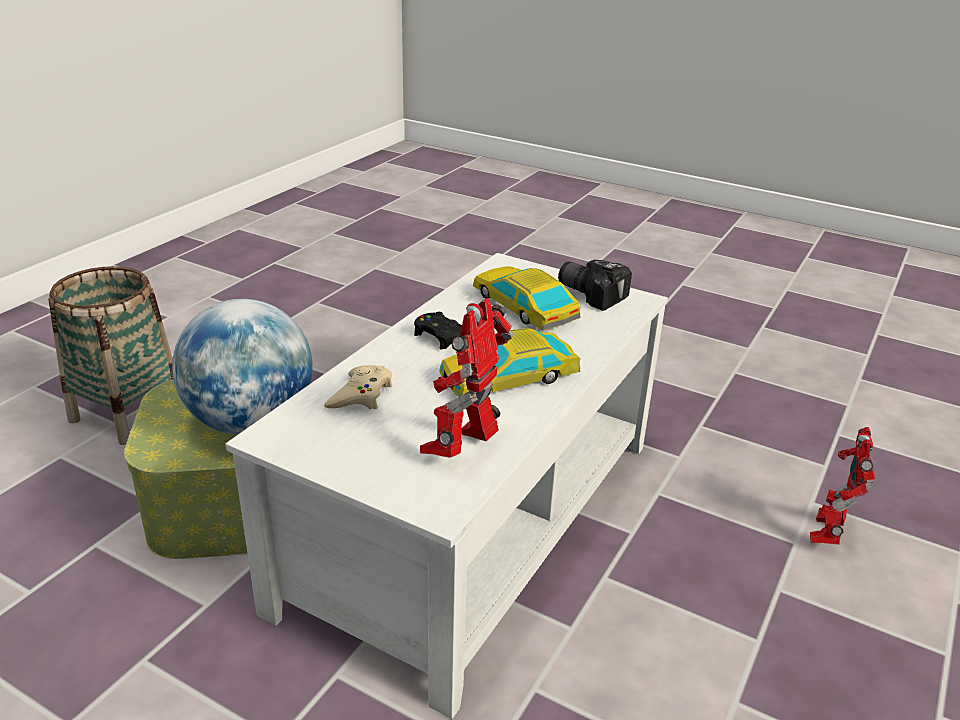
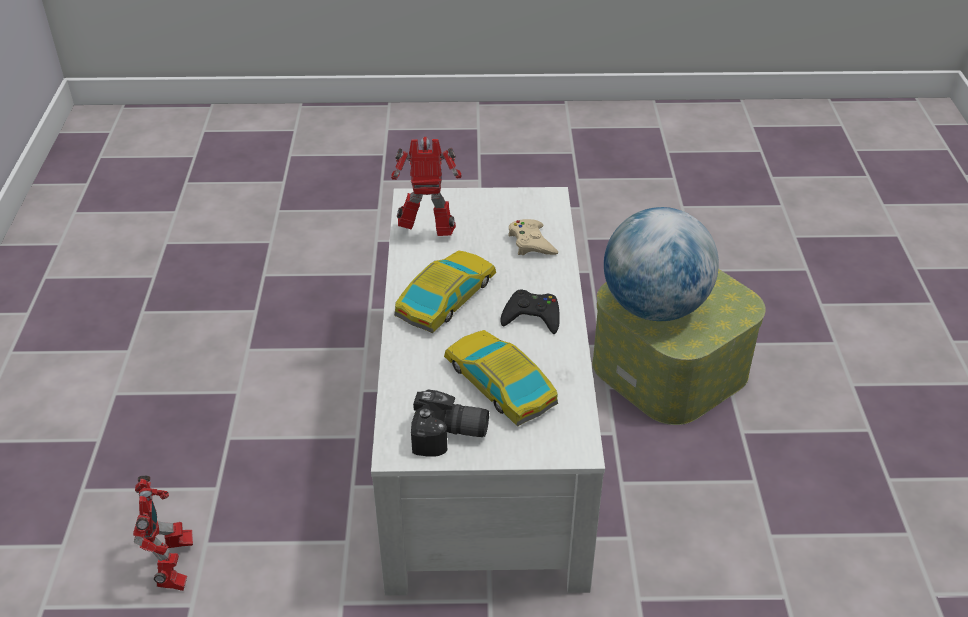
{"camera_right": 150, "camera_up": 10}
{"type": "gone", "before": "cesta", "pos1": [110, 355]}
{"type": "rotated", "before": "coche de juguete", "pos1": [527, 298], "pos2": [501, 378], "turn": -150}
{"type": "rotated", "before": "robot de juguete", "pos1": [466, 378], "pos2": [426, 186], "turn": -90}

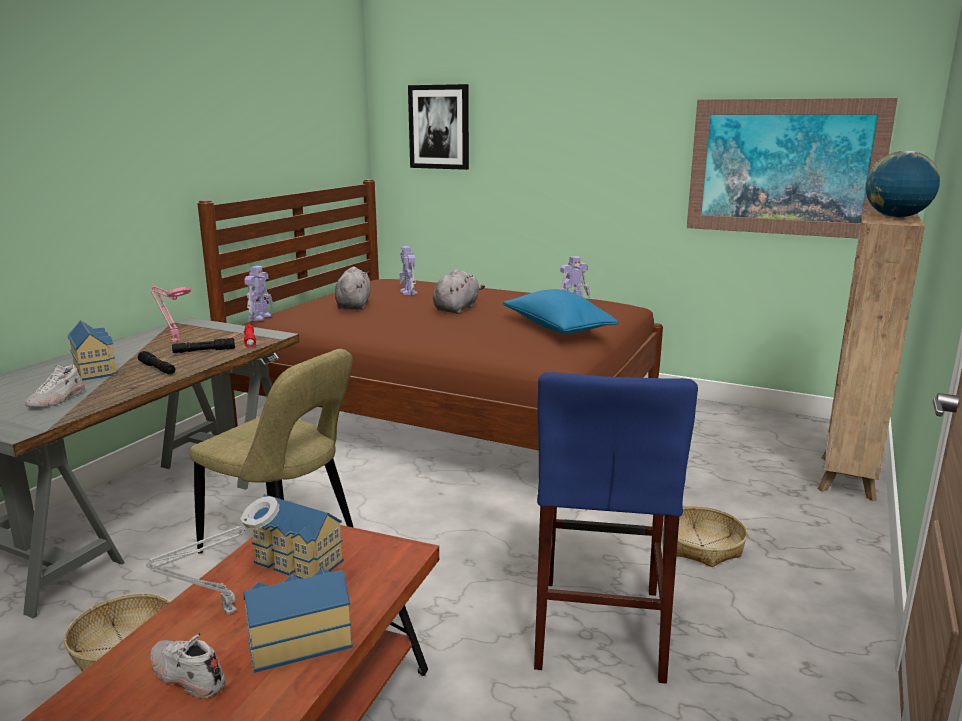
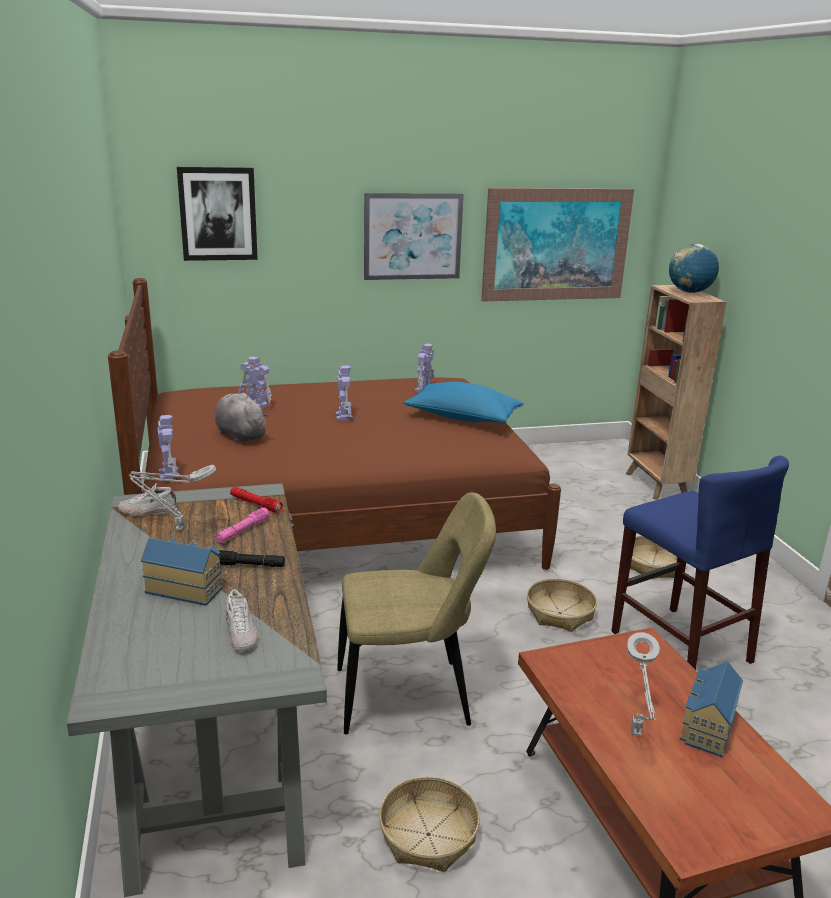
{"camera_right": -40, "camera_up": 5}
{"type": "swapped", "before": "peluche/gris", "after": "robot de juguete", "pos1": [459, 291], "pos2": [344, 393]}
{"type": "repainted", "before": "lámpara de mesa/rosa", "after": "lámpara de mesa/gris", "pos1": [171, 314], "pos2": [172, 497]}
{"type": "repainted", "before": "linterna/negro", "after": "linterna/rosa", "pos1": [203, 345], "pos2": [242, 525]}
{"type": "gone", "before": "casita", "pos1": [298, 536]}
{"type": "shifted", "before": "zapato/blanco", "pos1": [187, 666], "pos2": [147, 499]}
{"type": "new", "after": "cuadro", "pos2": [414, 236]}
{"type": "new", "after": "cesta", "pos2": [562, 605]}

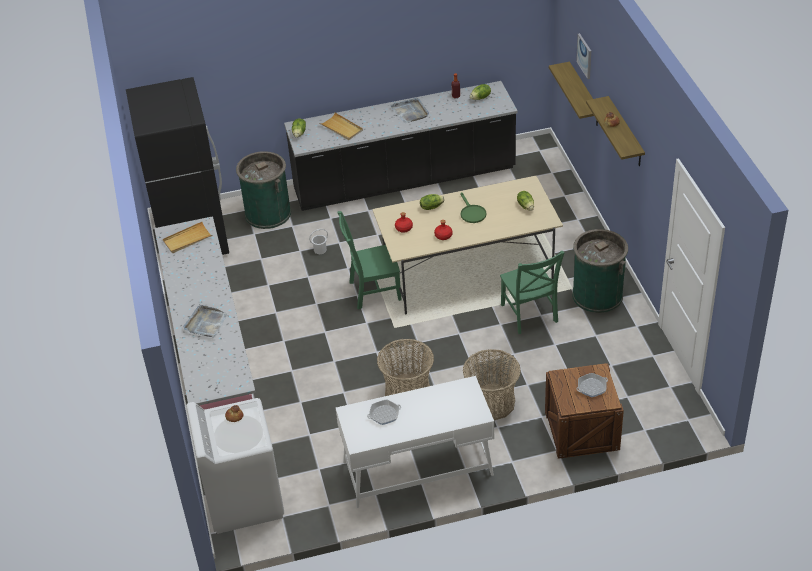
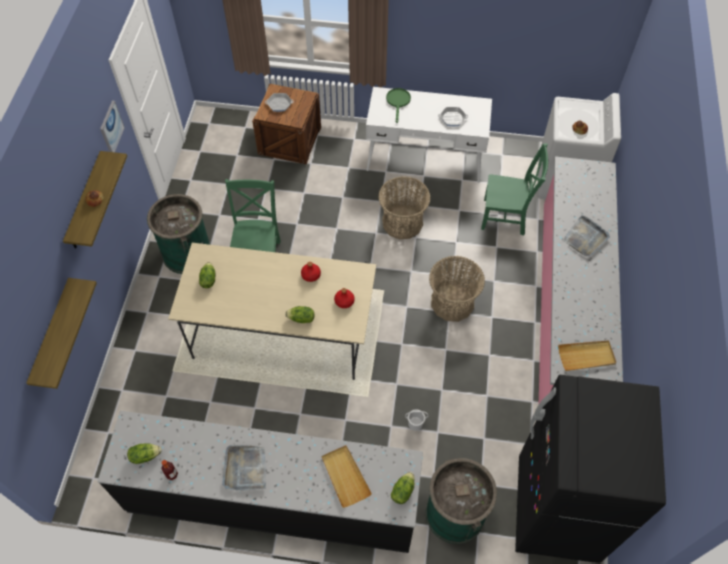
{"camera_right": -160, "camera_up": 15}
{"type": "shifted", "before": "cuadro", "pos1": [583, 56], "pos2": [112, 126]}
{"type": "shifted", "before": "sartén/verde", "pos1": [473, 207], "pos2": [398, 105]}
{"type": "shifted", "before": "silla/verde", "pos1": [369, 260], "pos2": [514, 189]}
{"type": "shifted", "before": "cesta", "pos1": [492, 384], "pos2": [457, 289]}

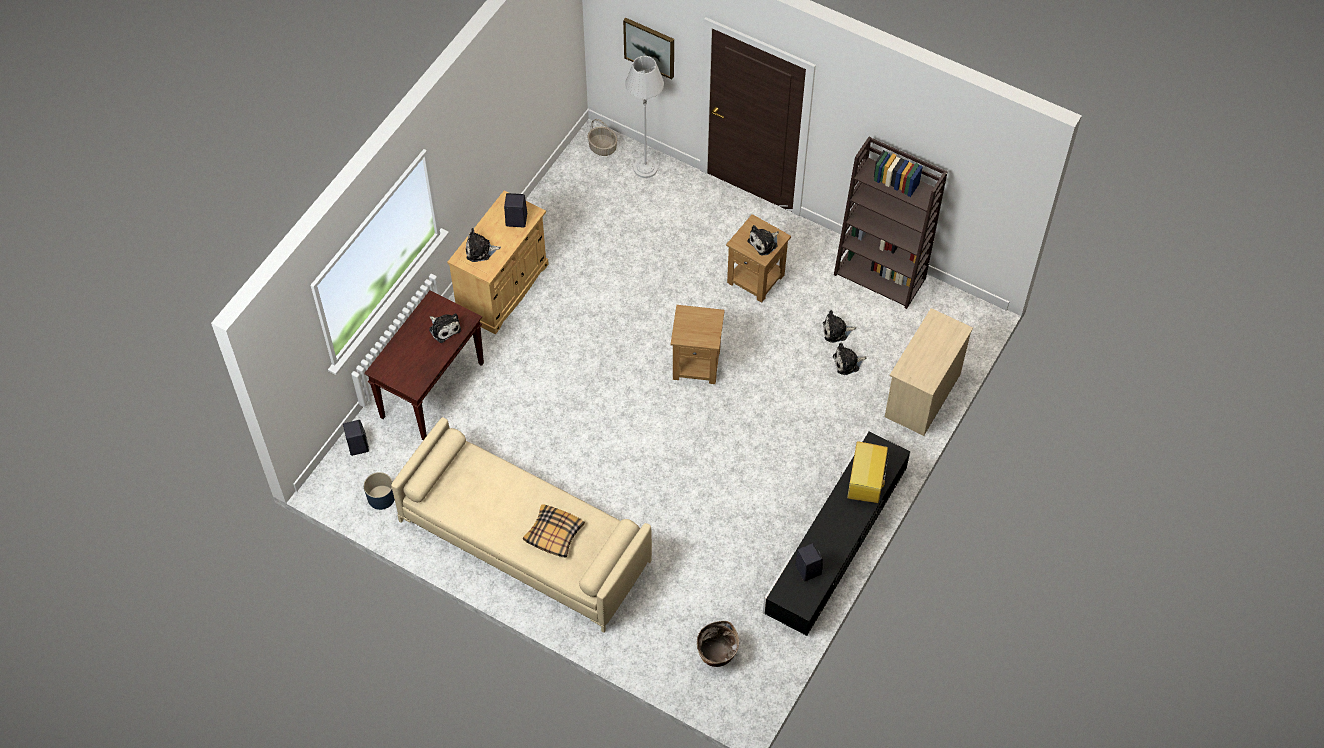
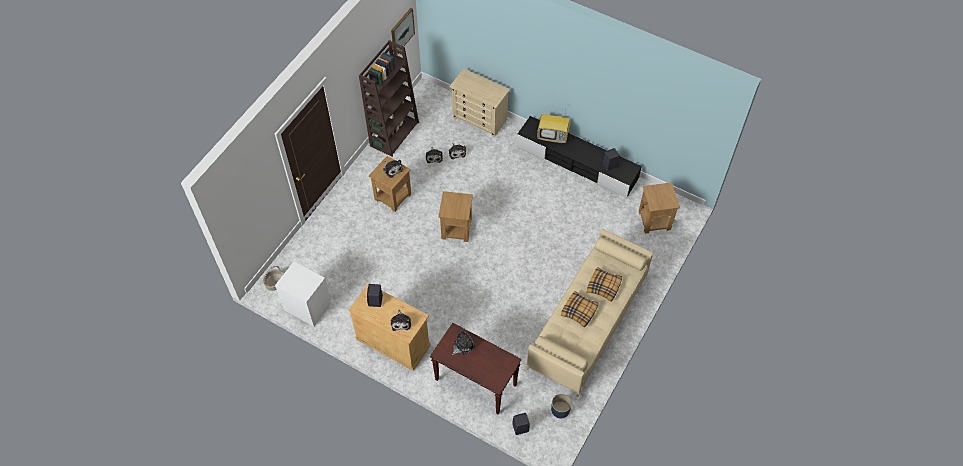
{"camera_right": -90, "camera_up": 0}
{"type": "shifted", "before": "cuadro", "pos1": [648, 48], "pos2": [403, 31]}
{"type": "gone", "before": "lámpara de pie/gris", "pos1": [644, 117]}
{"type": "swapped", "before": "cesta", "after": "mesa auxiliar/marrón", "pos1": [718, 644], "pos2": [659, 208]}
{"type": "new", "after": "mesita de noche/blanco", "pos2": [303, 294]}
{"type": "new", "after": "cojín", "pos2": [579, 309]}

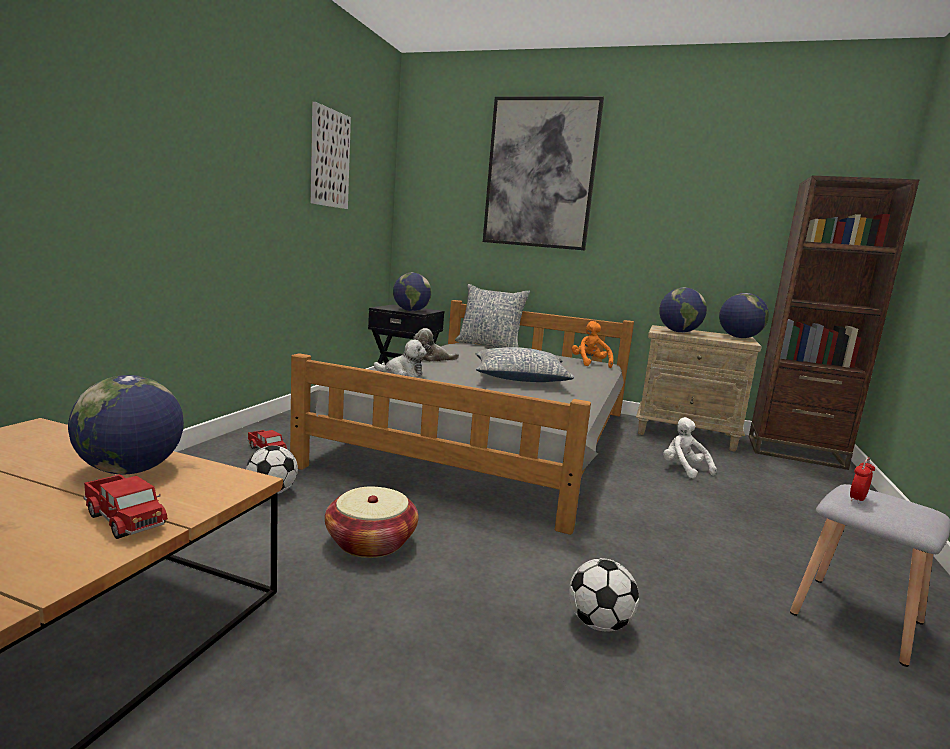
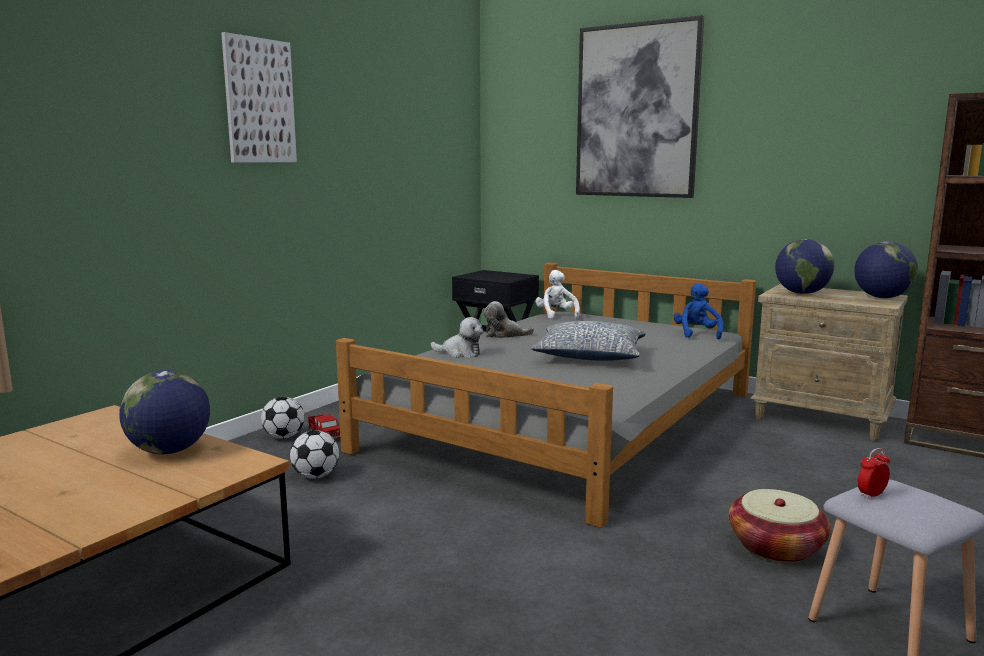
{"camera_right": 15, "camera_up": 0}
{"type": "shifted", "before": "cuadro", "pos1": [331, 155], "pos2": [259, 97]}
{"type": "gone", "before": "globo terráqueo", "pos1": [412, 292]}
{"type": "gone", "before": "cojín", "pos1": [492, 316]}
{"type": "repainted", "before": "peluche/naranja", "after": "peluche/azul", "pos1": [592, 344], "pos2": [698, 311]}
{"type": "shifted", "before": "peluche/blanco", "pos1": [690, 447], "pos2": [557, 294]}
{"type": "gone", "before": "camión de juguete", "pos1": [125, 506]}
{"type": "shifted", "before": "cesta", "pos1": [371, 522], "pos2": [780, 526]}
{"type": "shifted", "before": "balón de fútbol", "pos1": [604, 595], "pos2": [282, 418]}

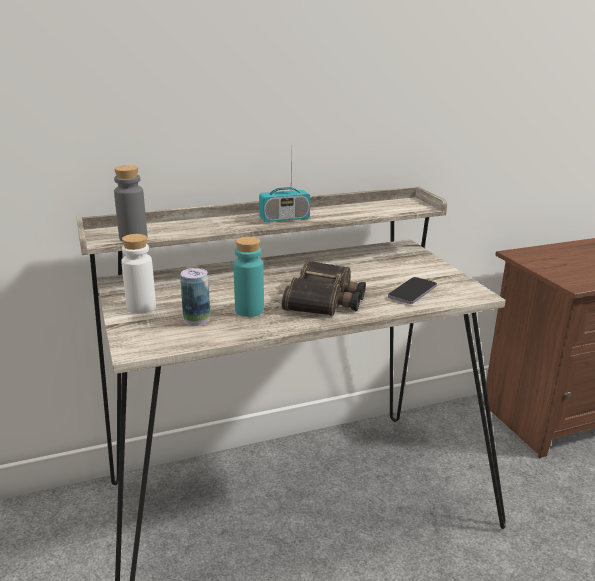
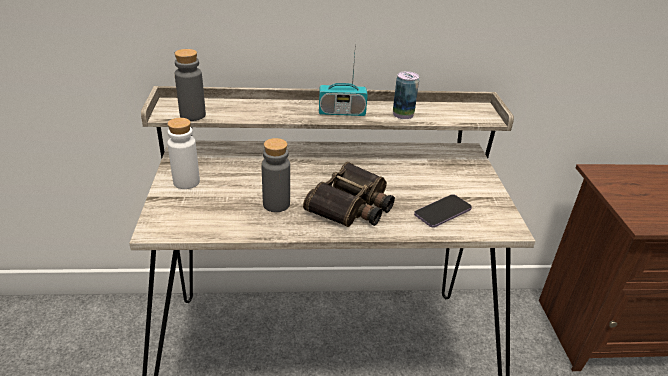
{"camera_right": 15, "camera_up": 10}
{"type": "repainted", "before": "botella/turquesa", "after": "botella/gris", "pos1": [249, 277], "pos2": [276, 175]}
{"type": "shifted", "before": "lata", "pos1": [195, 297], "pos2": [406, 95]}

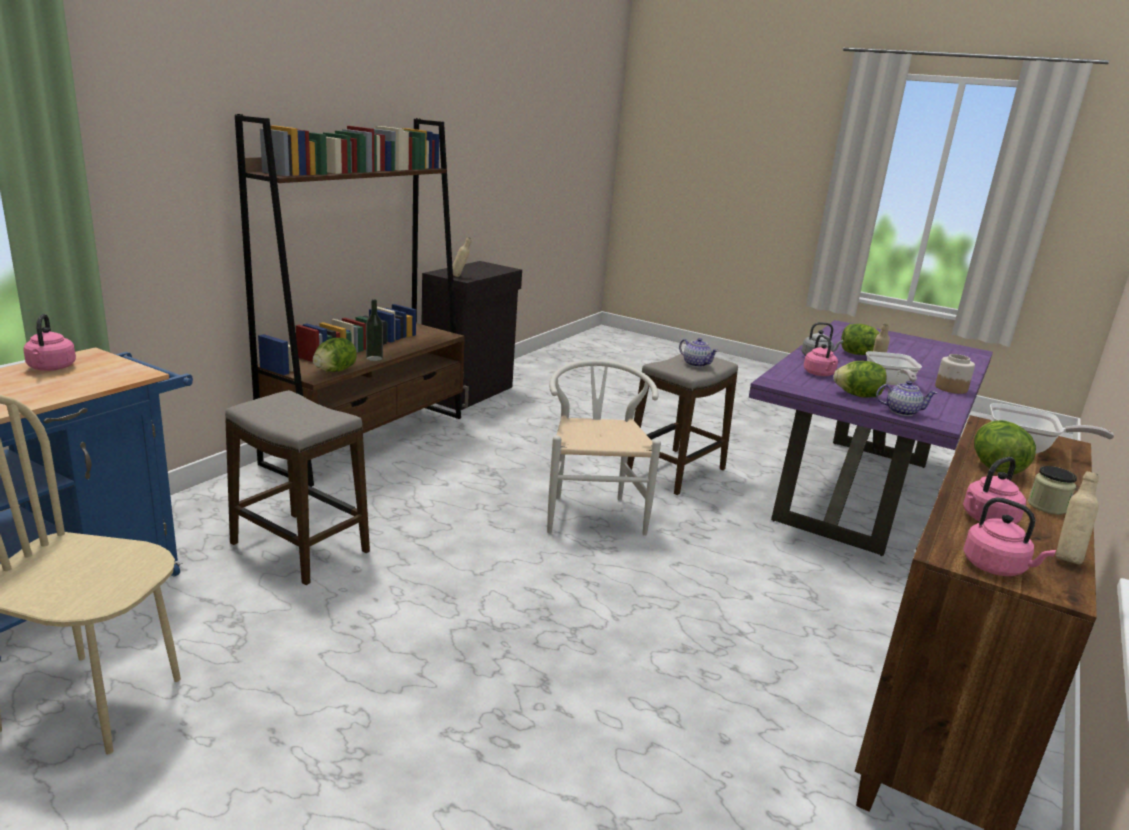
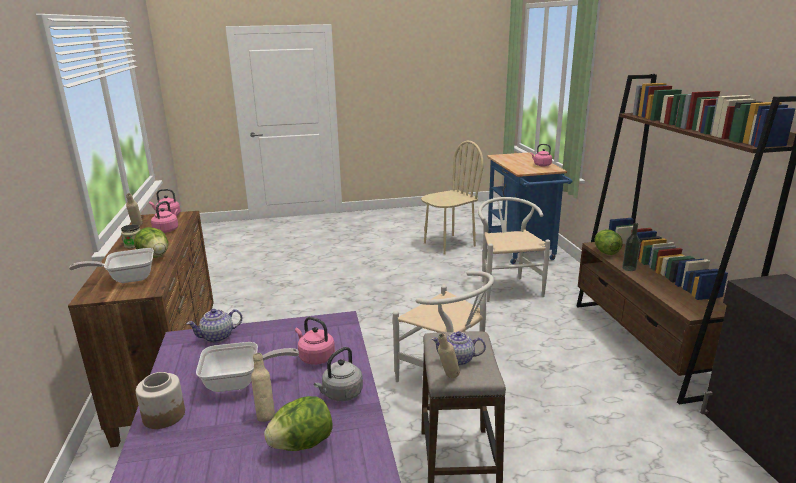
{"camera_right": 140, "camera_up": 0}
{"type": "shifted", "before": "botella/beis", "pos1": [462, 257], "pos2": [449, 355]}
{"type": "rotated", "before": "sartén", "pos1": [894, 368], "pos2": [247, 367], "turn": 120}
{"type": "gone", "before": "lechuga", "pos1": [860, 379]}
{"type": "swapped", "before": "taburete", "after": "silla/blanco", "pos1": [297, 487], "pos2": [514, 249]}

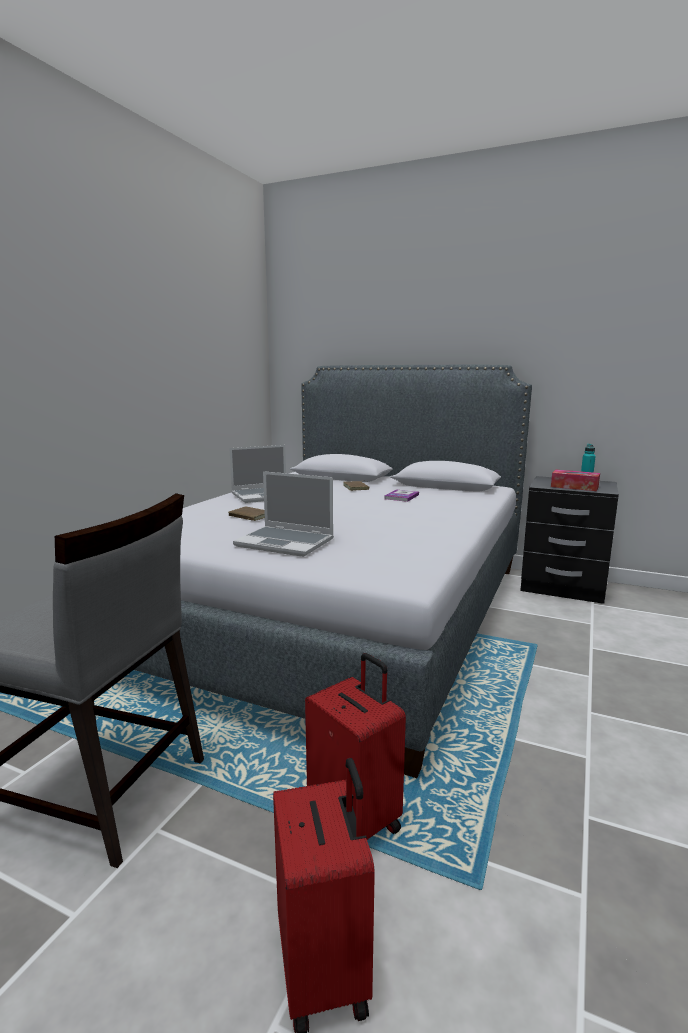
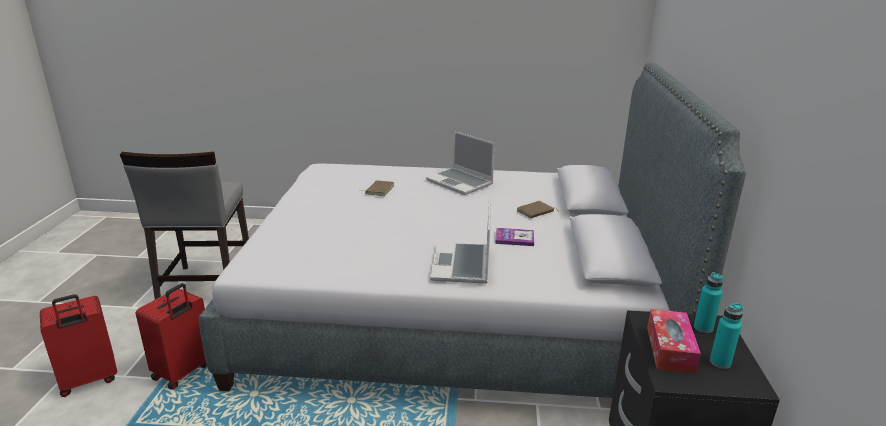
{"camera_right": 70, "camera_up": 10}
{"type": "shifted", "before": "portátil", "pos1": [283, 514], "pos2": [460, 241]}
{"type": "new", "after": "botella/turquesa", "pos2": [708, 302]}

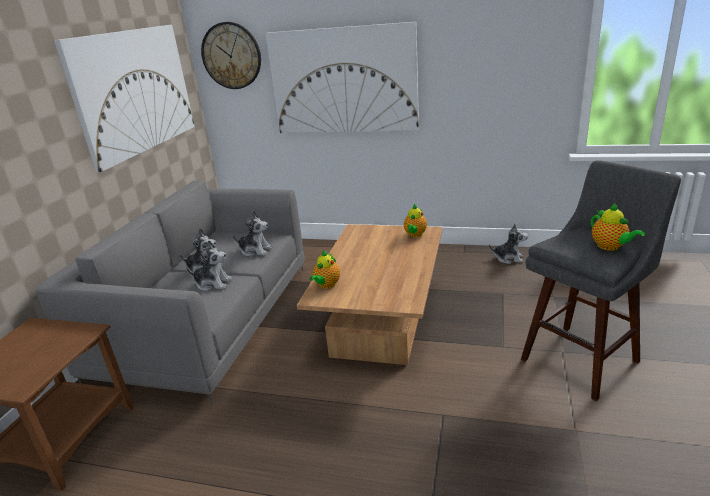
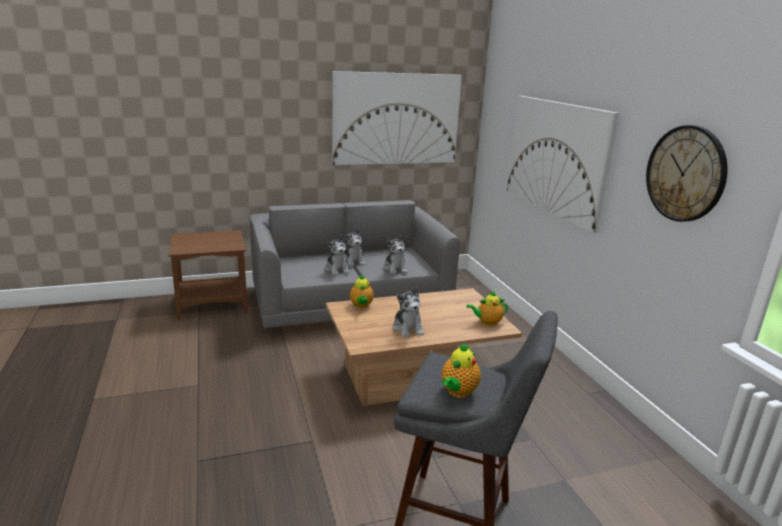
{"camera_right": 55, "camera_up": -5}
{"type": "shifted", "before": "reloj de pared", "pos1": [231, 55], "pos2": [687, 173]}
{"type": "shifted", "before": "peluche", "pos1": [508, 244], "pos2": [408, 312]}
{"type": "rotated", "before": "tetera", "pos1": [325, 270], "pos2": [362, 291], "turn": -90}

